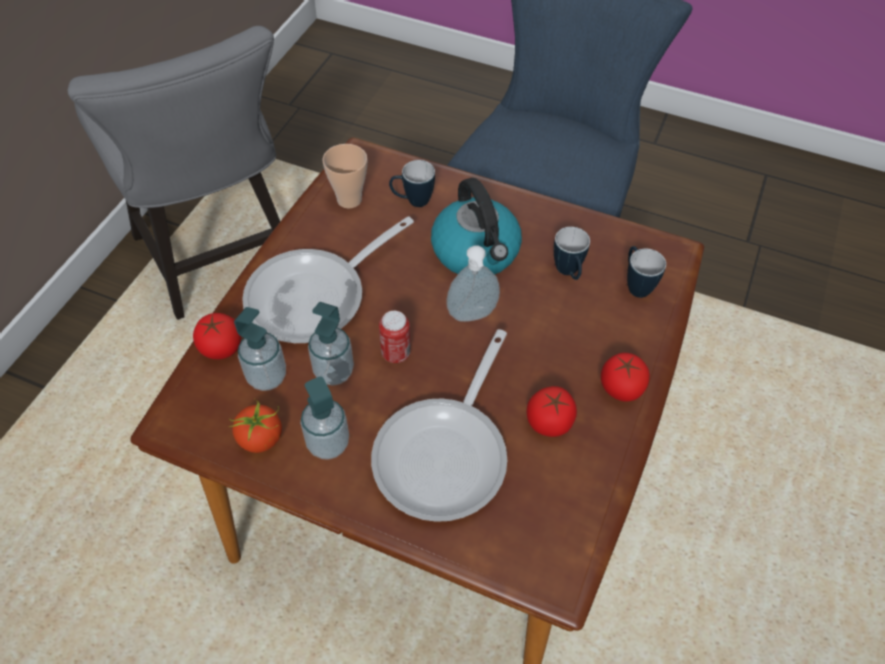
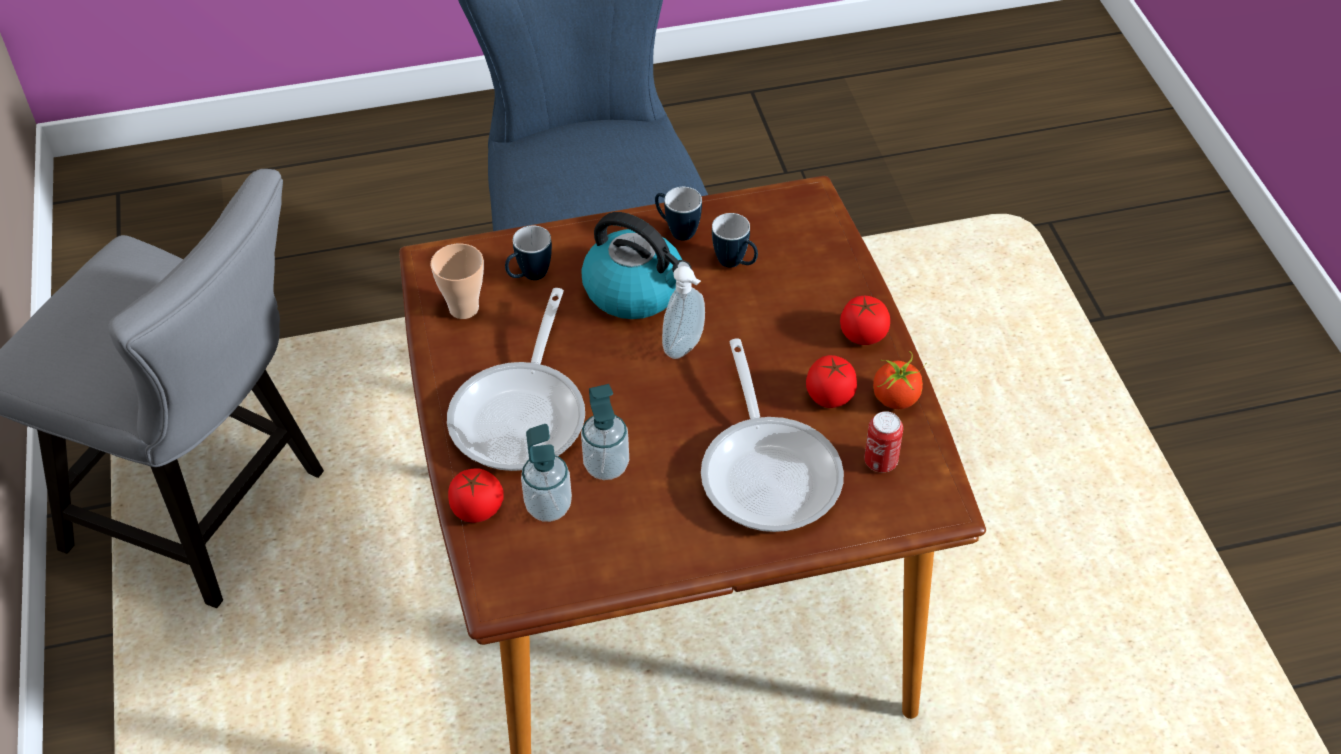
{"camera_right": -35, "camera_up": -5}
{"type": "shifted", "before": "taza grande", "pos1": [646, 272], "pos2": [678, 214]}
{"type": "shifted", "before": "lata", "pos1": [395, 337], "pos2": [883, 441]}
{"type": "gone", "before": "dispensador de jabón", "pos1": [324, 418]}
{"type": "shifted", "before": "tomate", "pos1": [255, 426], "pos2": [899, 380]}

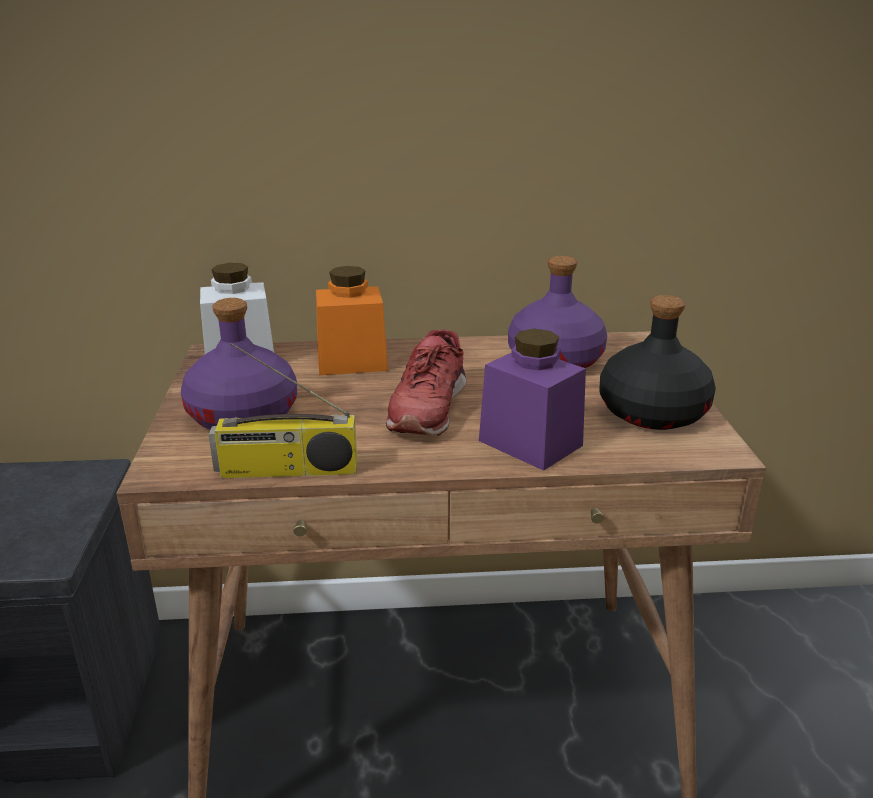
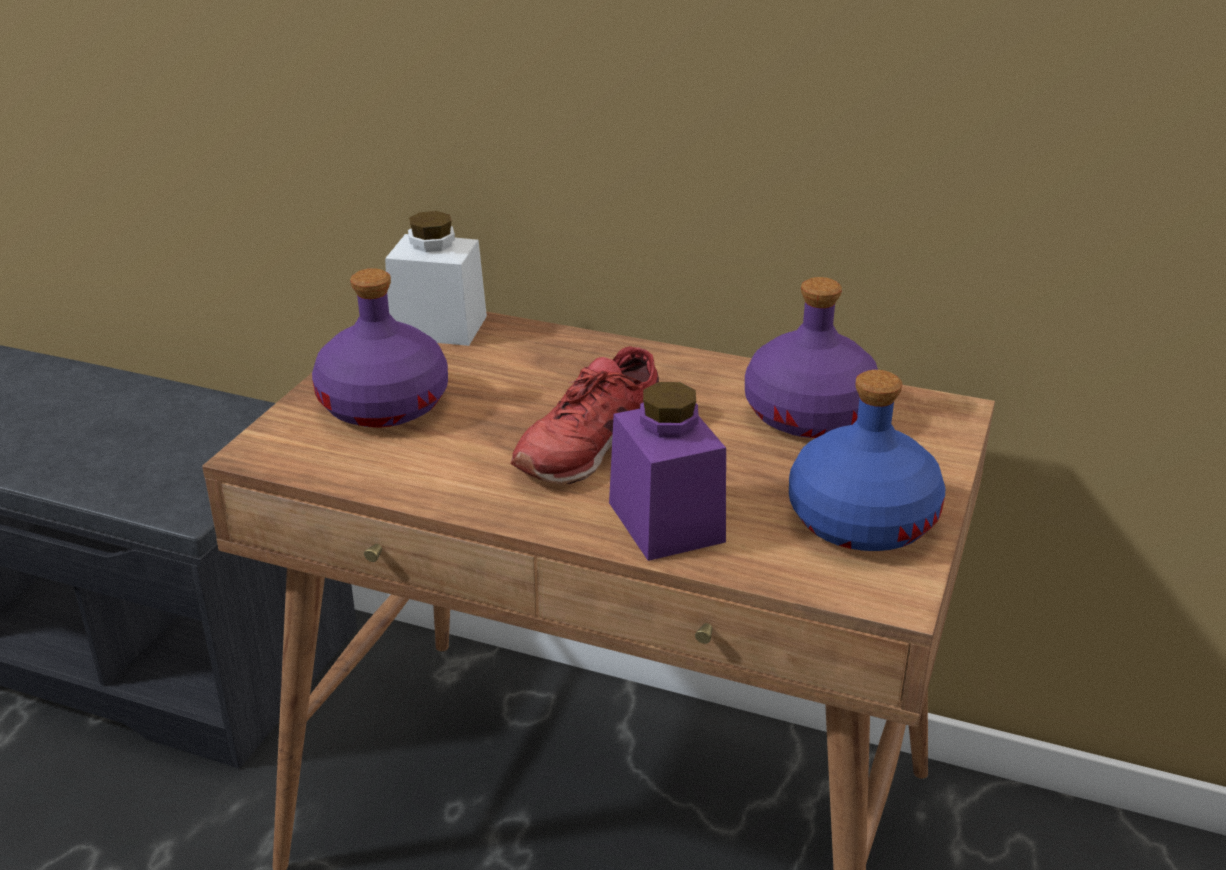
{"camera_right": 25, "camera_up": 5}
{"type": "gone", "before": "tarro/naranja", "pos1": [352, 320]}
{"type": "repainted", "before": "botella/negro", "after": "botella/azul", "pos1": [657, 362], "pos2": [867, 460]}
{"type": "gone", "before": "radio", "pos1": [282, 410]}

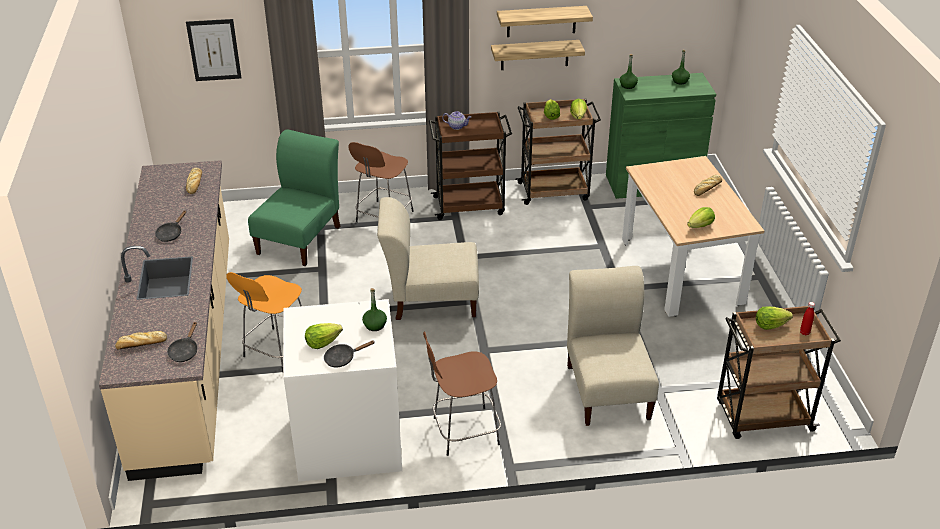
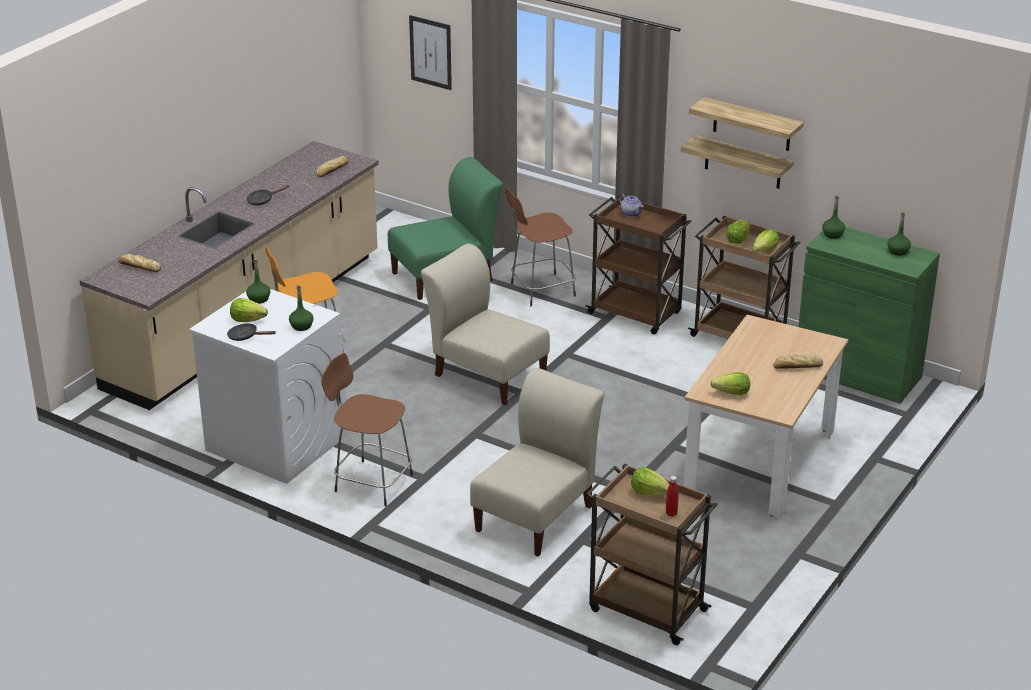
{"camera_right": 40, "camera_up": -5}
{"type": "gone", "before": "sartén/negro", "pos1": [182, 342]}
{"type": "new", "after": "botella/verde", "pos2": [258, 281]}

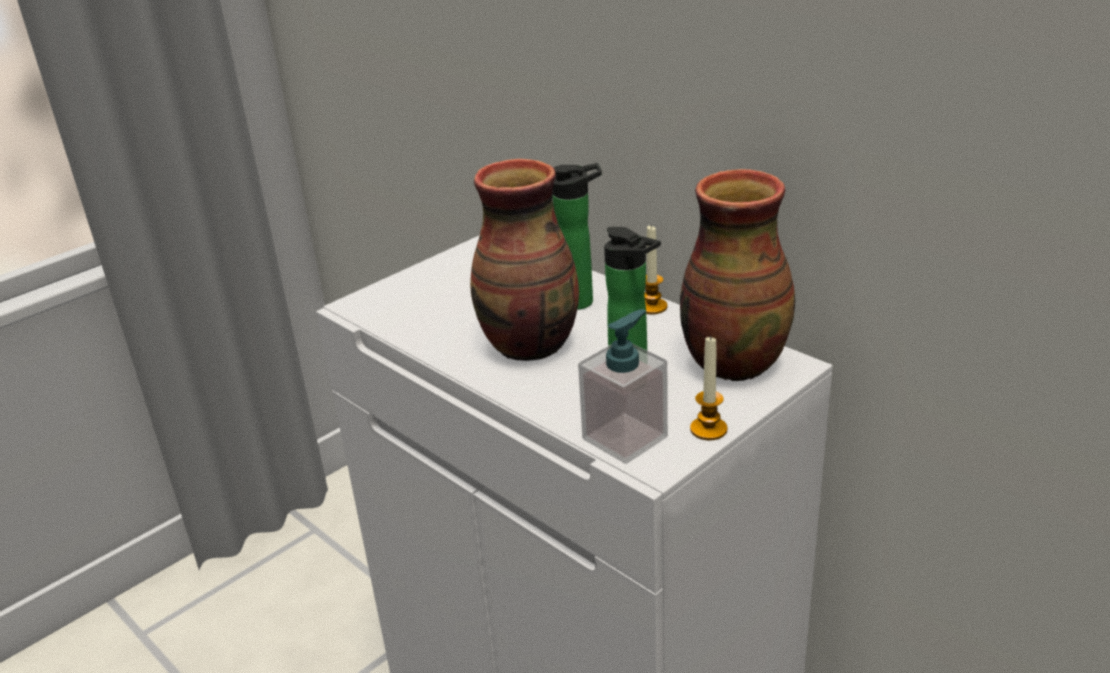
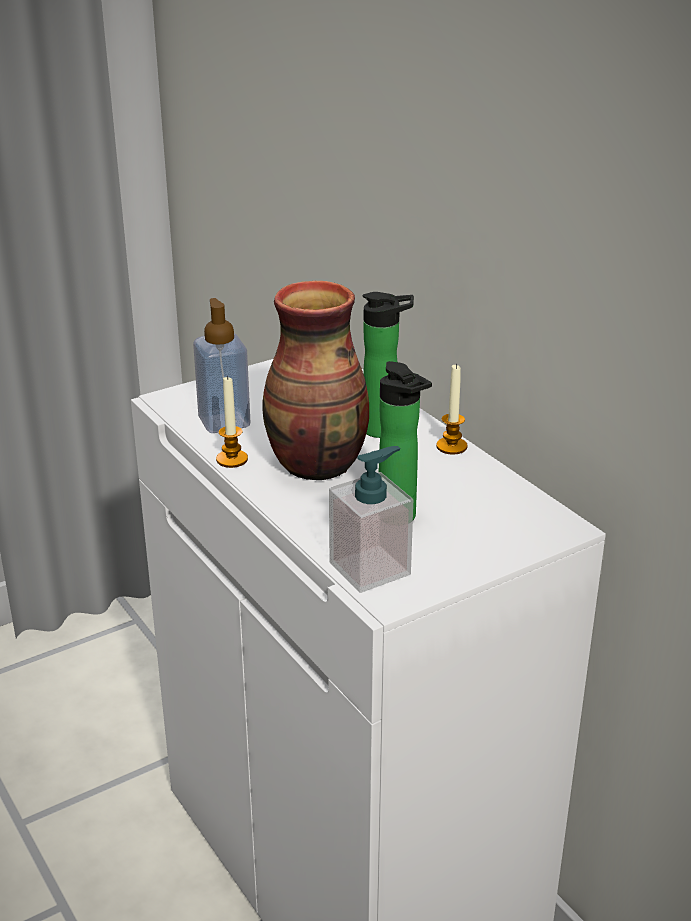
{"camera_right": 10, "camera_up": 0}
{"type": "gone", "before": "florero", "pos1": [737, 275]}
{"type": "shifted", "before": "vela", "pos1": [709, 387], "pos2": [232, 422]}
{"type": "new", "after": "dispensador de jabón", "pos2": [221, 365]}

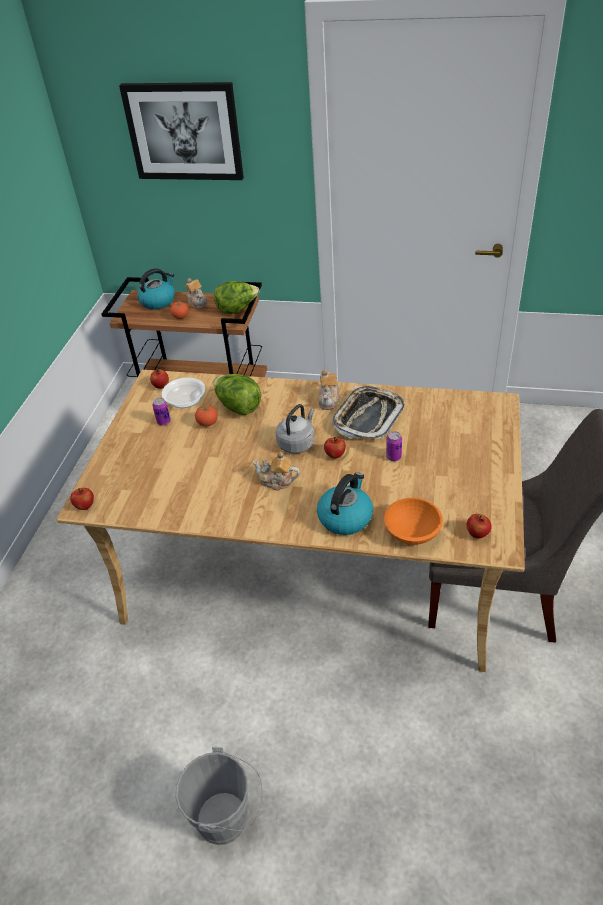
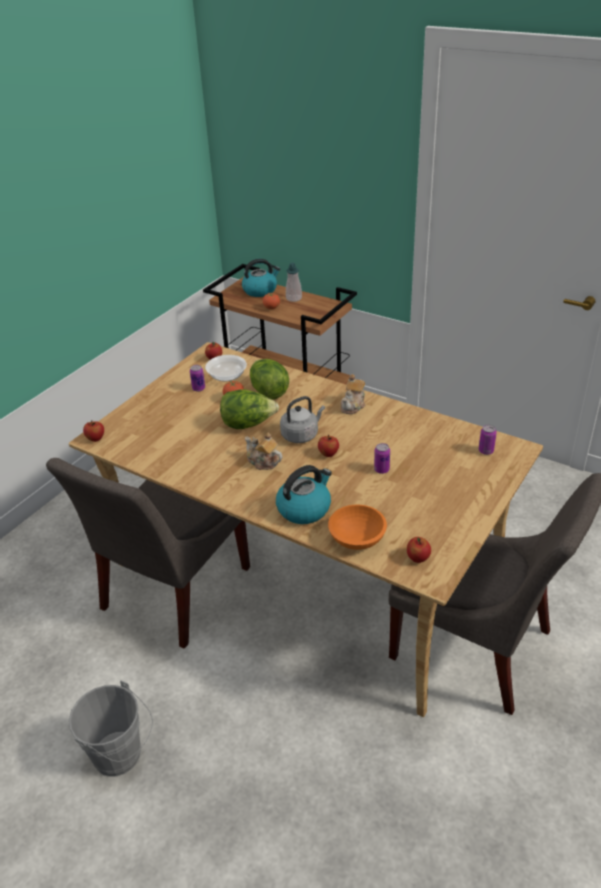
{"camera_right": 20, "camera_up": -5}
{"type": "gone", "before": "cuadro", "pos1": [181, 131]}
{"type": "swapped", "before": "tetera", "after": "dispensador de jabón", "pos1": [196, 293], "pos2": [294, 282]}
{"type": "shifted", "before": "lechuga", "pos1": [237, 297], "pos2": [249, 409]}
{"type": "gone", "before": "bandeja", "pos1": [368, 412]}
{"type": "new", "after": "lata", "pos2": [488, 440]}
{"type": "new", "after": "silla/gris", "pos2": [148, 553]}

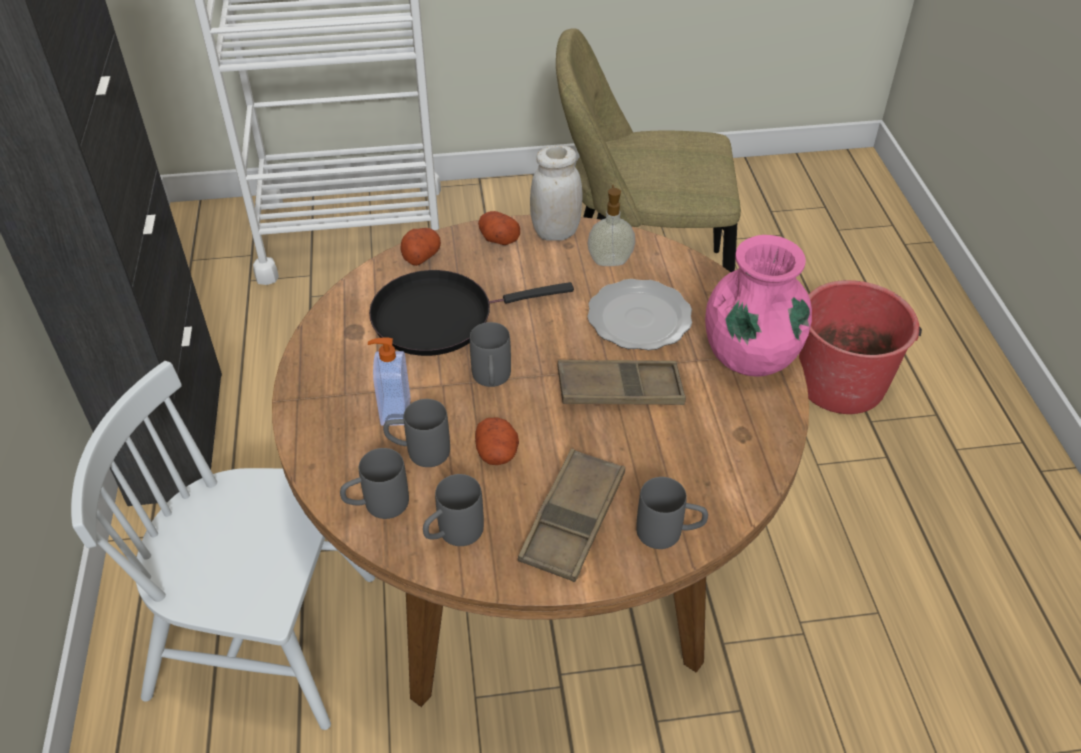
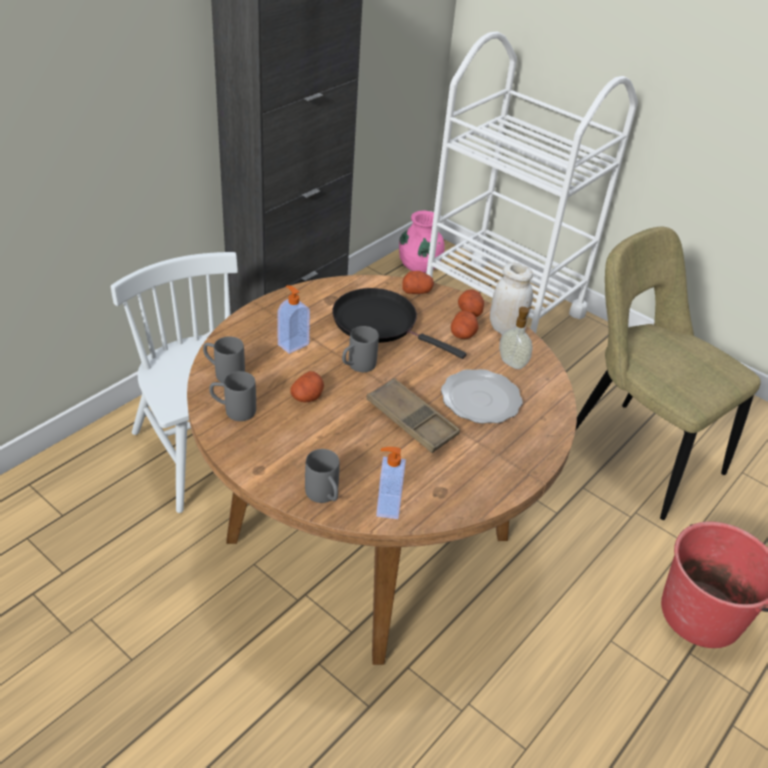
{"camera_right": 45, "camera_up": -5}
{"type": "shifted", "before": "florero/rosa", "pos1": [758, 305], "pos2": [422, 242]}
{"type": "gone", "before": "taza grande/gris", "pos1": [416, 433]}
{"type": "gone", "before": "bandeja/marrón", "pos1": [571, 515]}
{"type": "new", "after": "patata", "pos2": [464, 325]}
{"type": "new", "after": "dispensador de jabón", "pos2": [391, 483]}

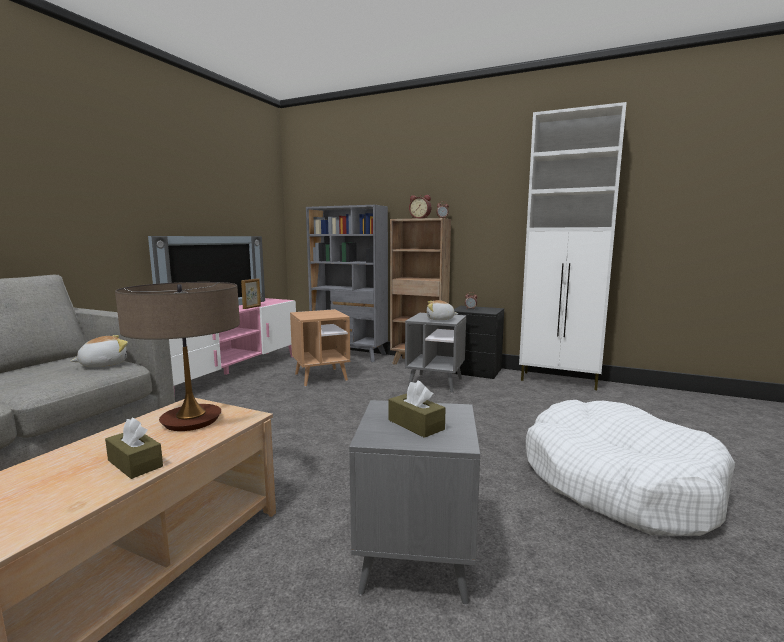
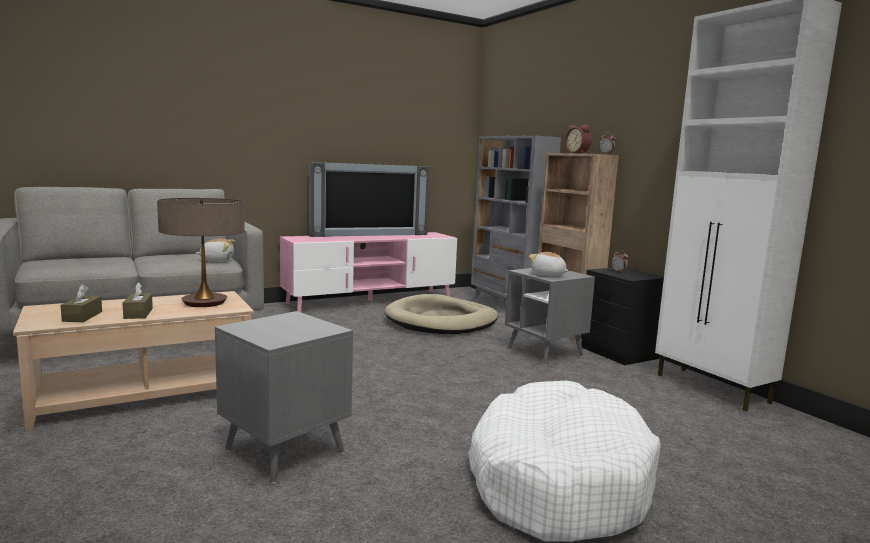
{"camera_right": 35, "camera_up": 0}
{"type": "gone", "before": "portarretratos", "pos1": [251, 293]}
{"type": "swapped", "before": "mesa auxiliar/marrón", "after": "cama para perro/beis", "pos1": [320, 348], "pos2": [441, 314]}
{"type": "shifted", "before": "caja de pañuelos/marrón", "pos1": [417, 409], "pos2": [81, 303]}

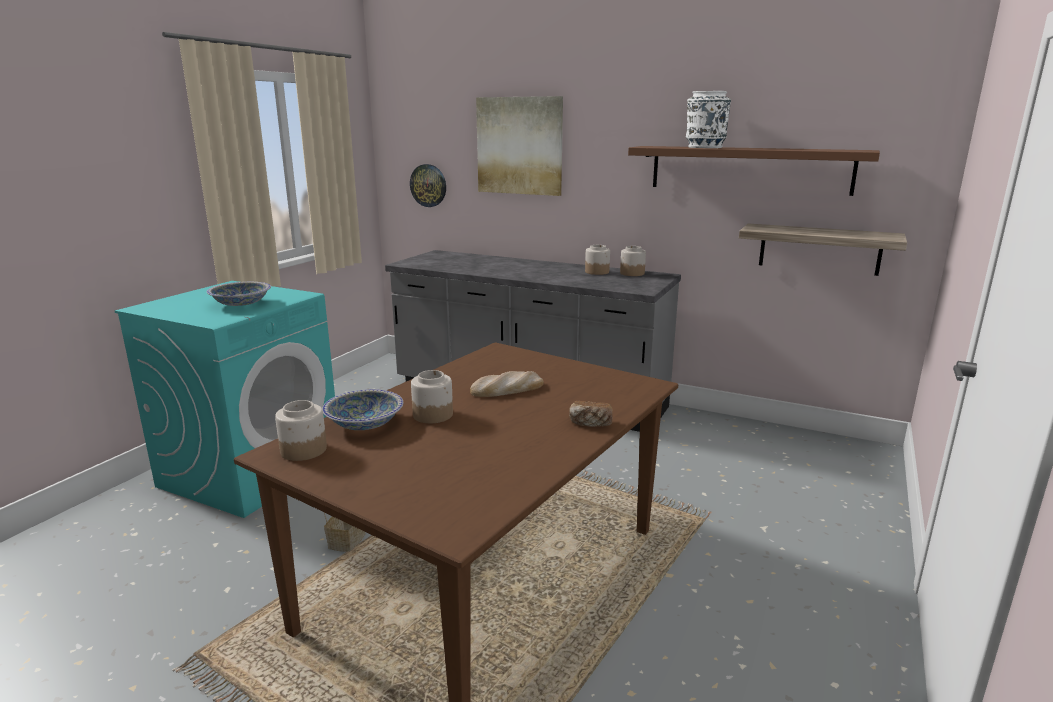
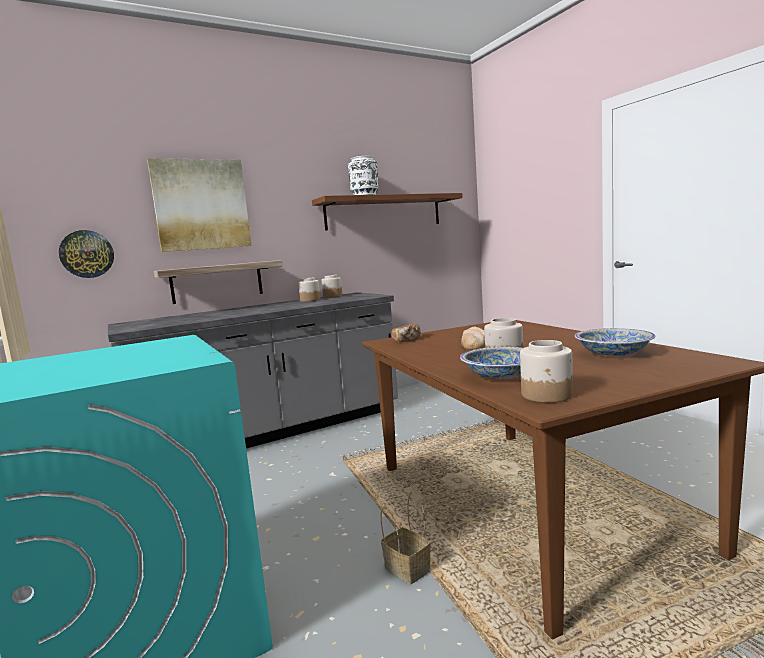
{"camera_right": -55, "camera_up": -10}
{"type": "shifted", "before": "estante", "pos1": [823, 250], "pos2": [218, 282]}
{"type": "shifted", "before": "cuenco", "pos1": [239, 294], "pos2": [615, 342]}
{"type": "shifted", "before": "pan", "pos1": [591, 414], "pos2": [406, 332]}

